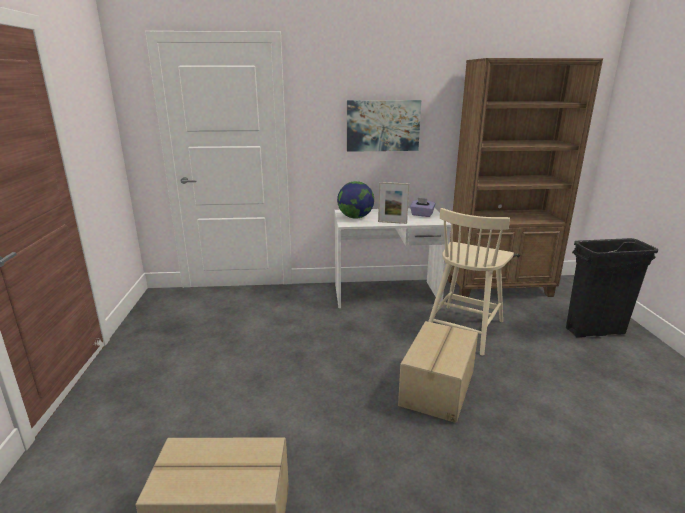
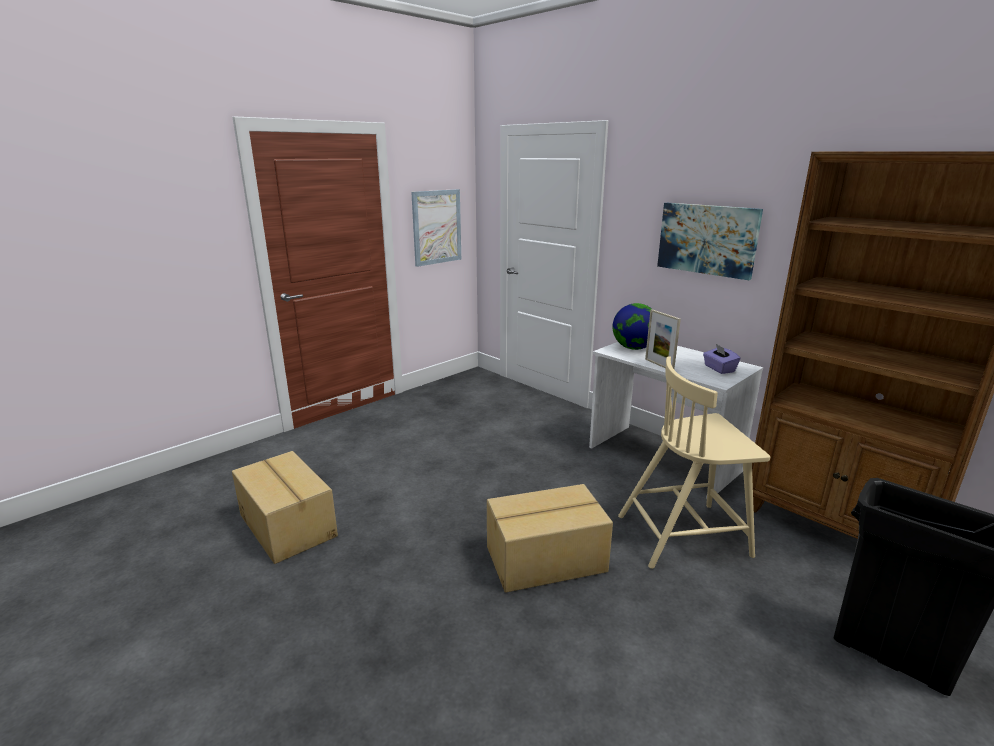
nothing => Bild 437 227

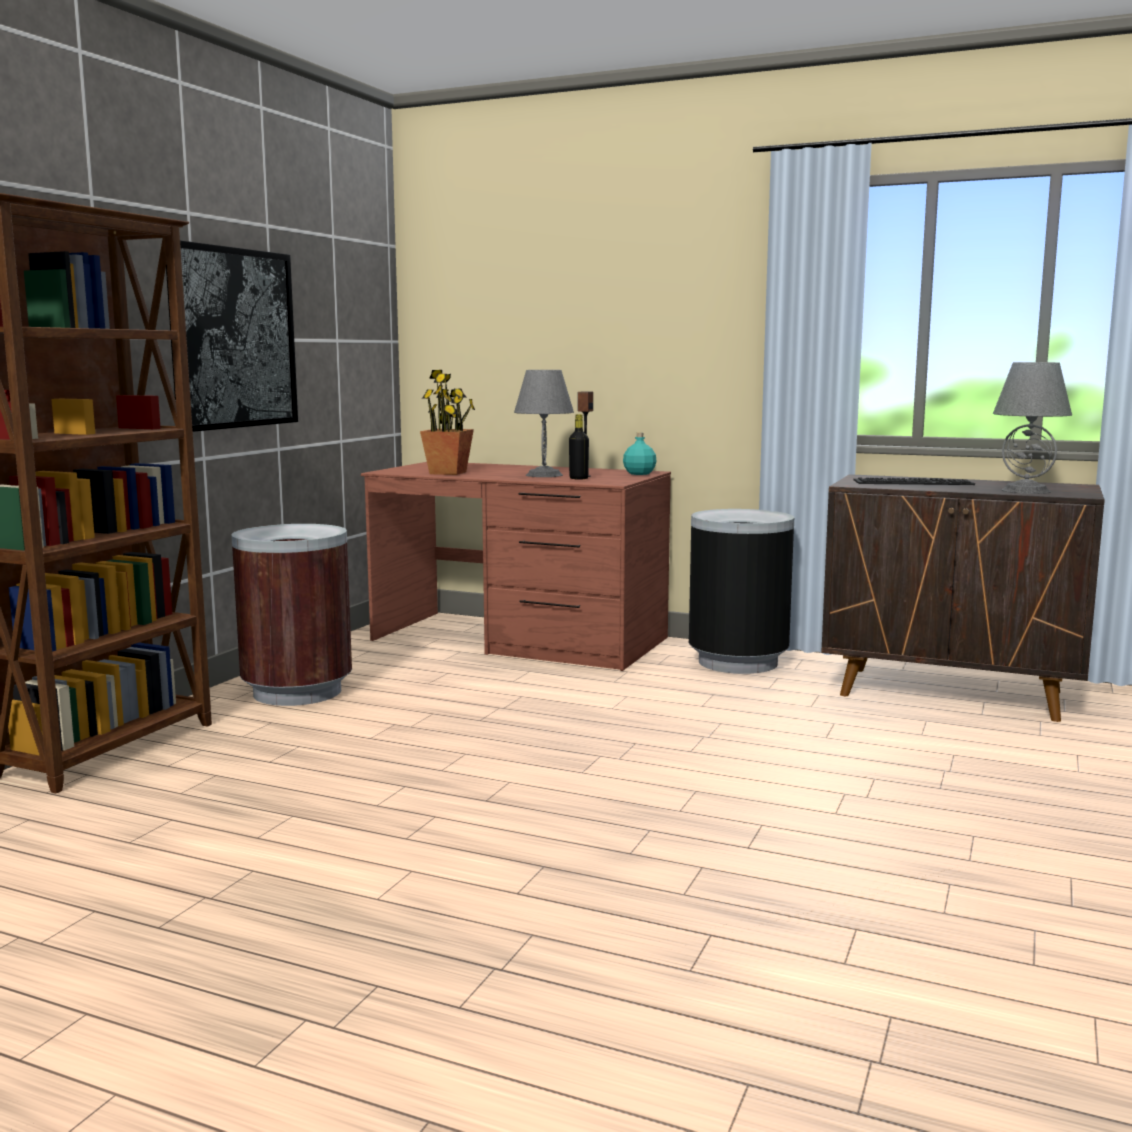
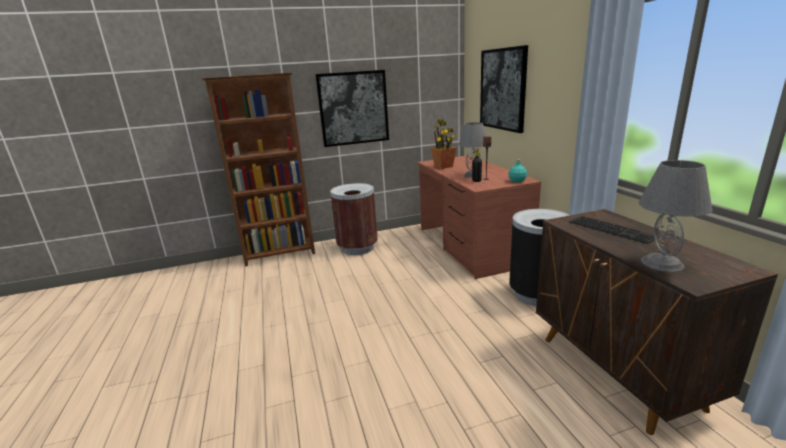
nothing => Bild 502 89

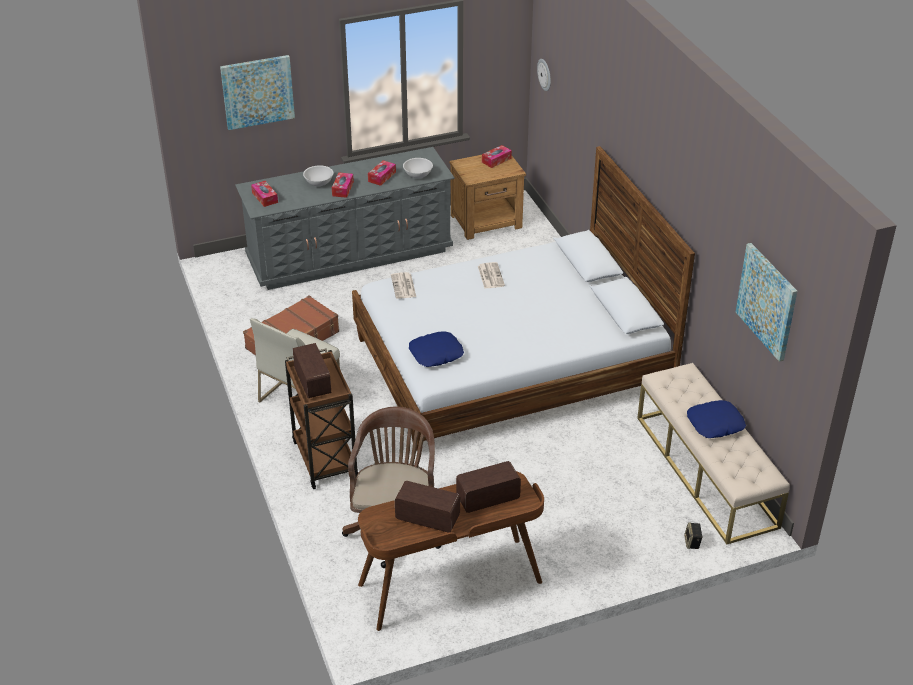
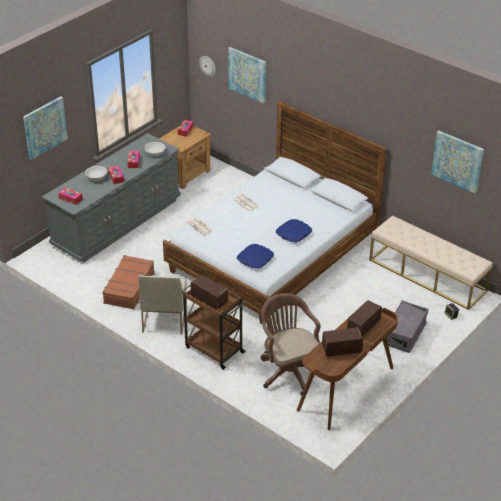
nothing => Bild 247 74
Kissen/blau 715 424 => Kissen/blau 294 234, relocated
nothing => Aufbewahrungsbox/grau 404 334

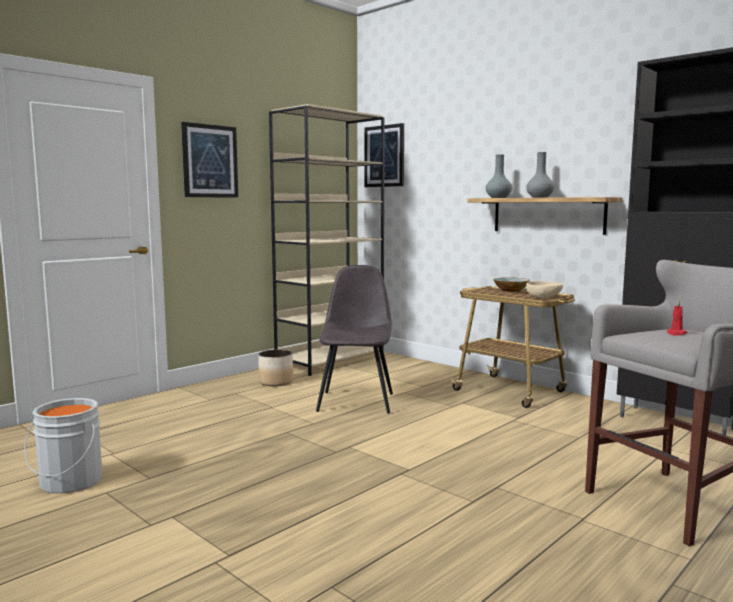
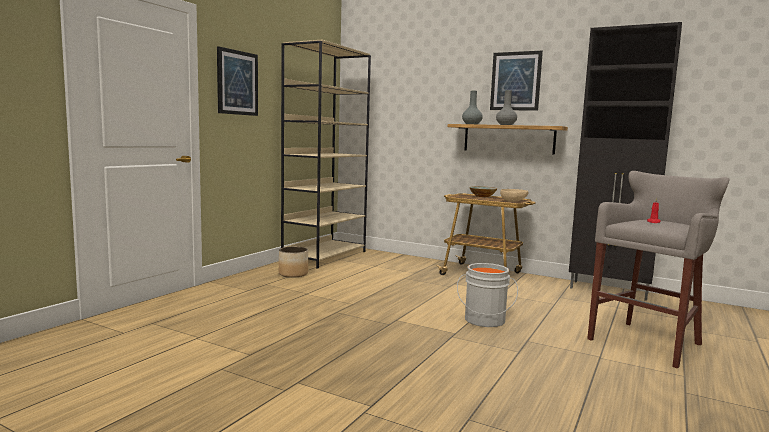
Eimer/grau 68 482 => Eimer/grau 484 321, relocated
Bild 384 156 => Bild 515 81, relocated
Stuhl/grau 356 401 => nothing

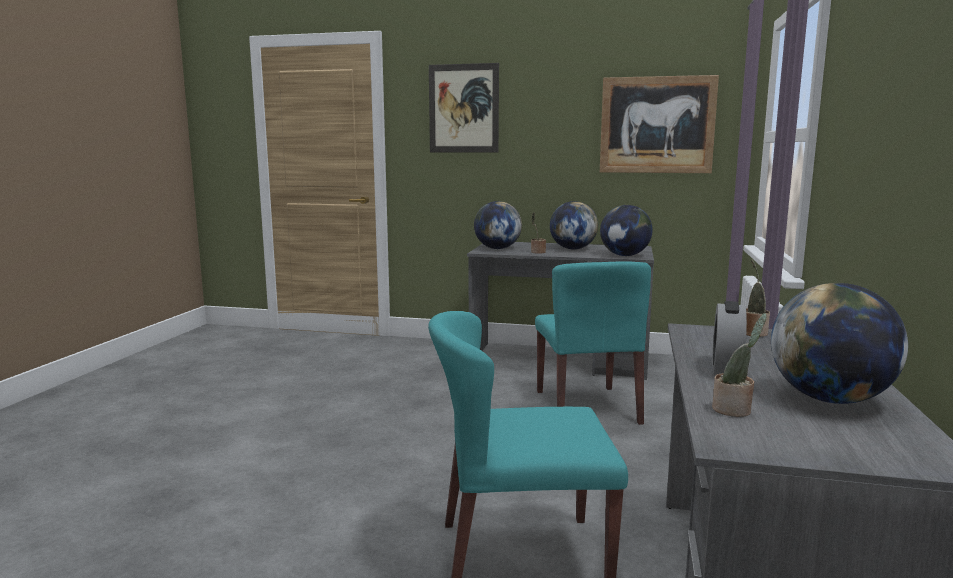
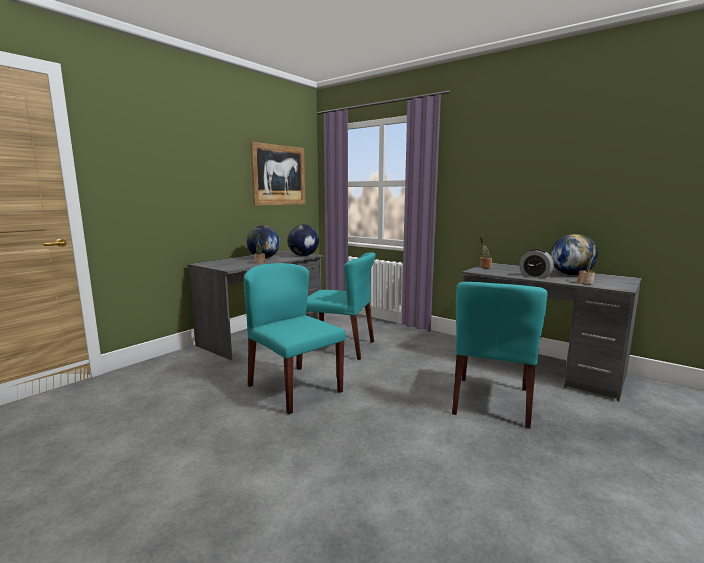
nothing => Stuhl/türkis 294 388
Bild 463 108 => nothing
Globus 497 248 => nothing

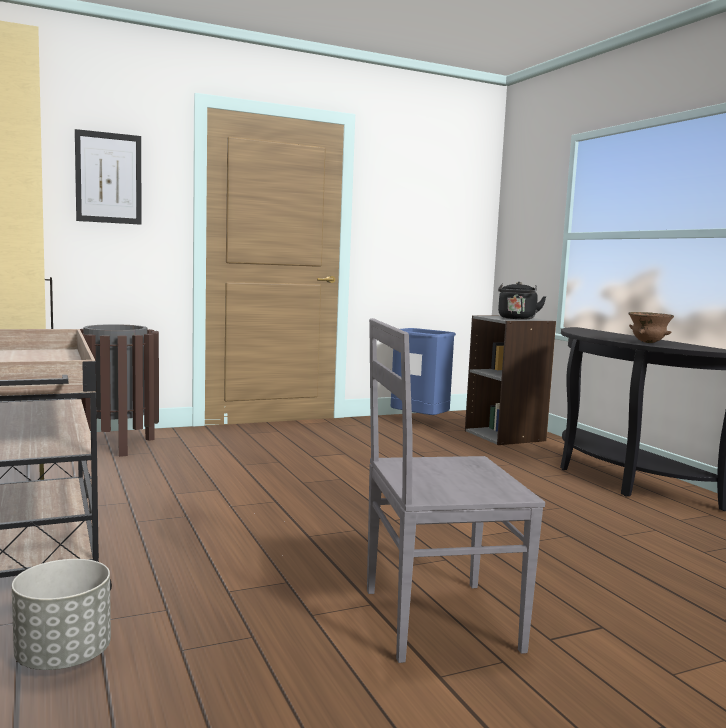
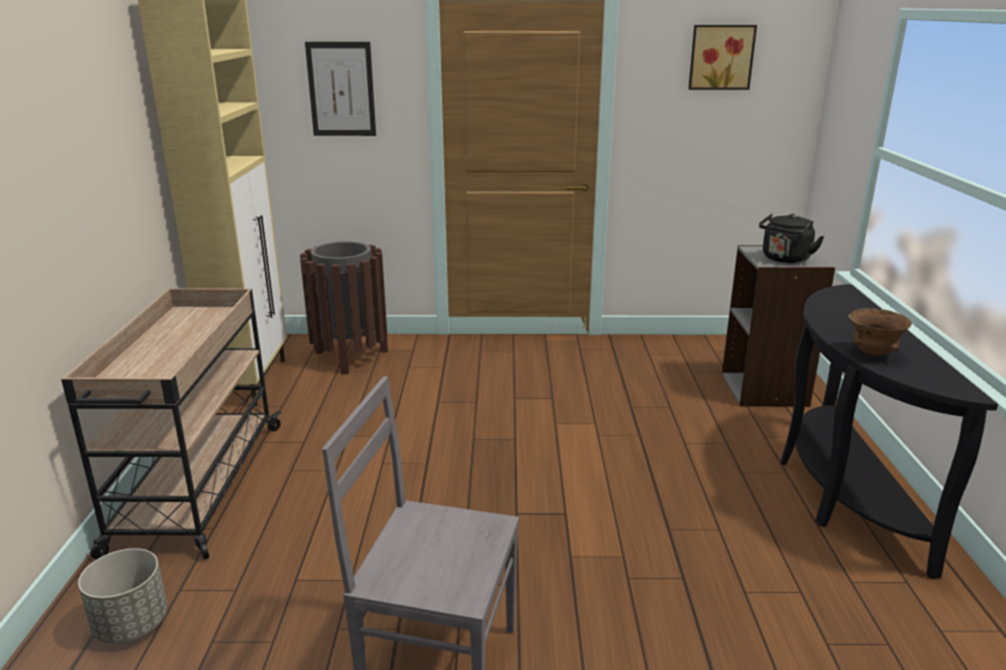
nothing => Bild 720 57
Mülleimer/blau 419 422 => nothing

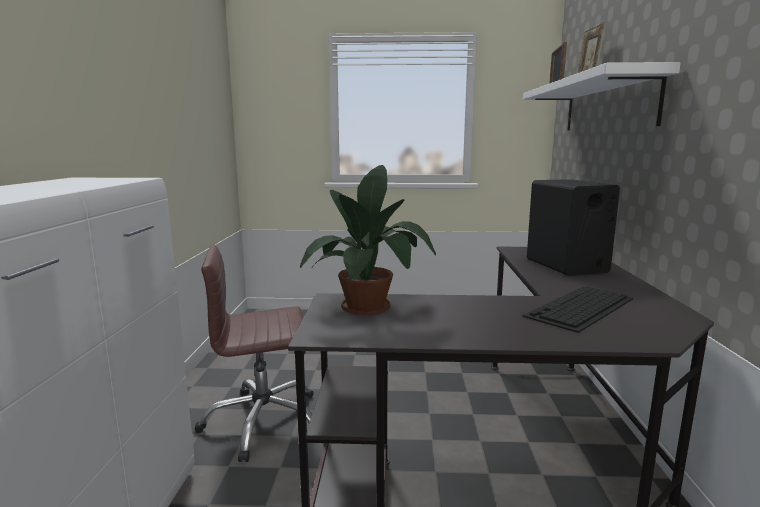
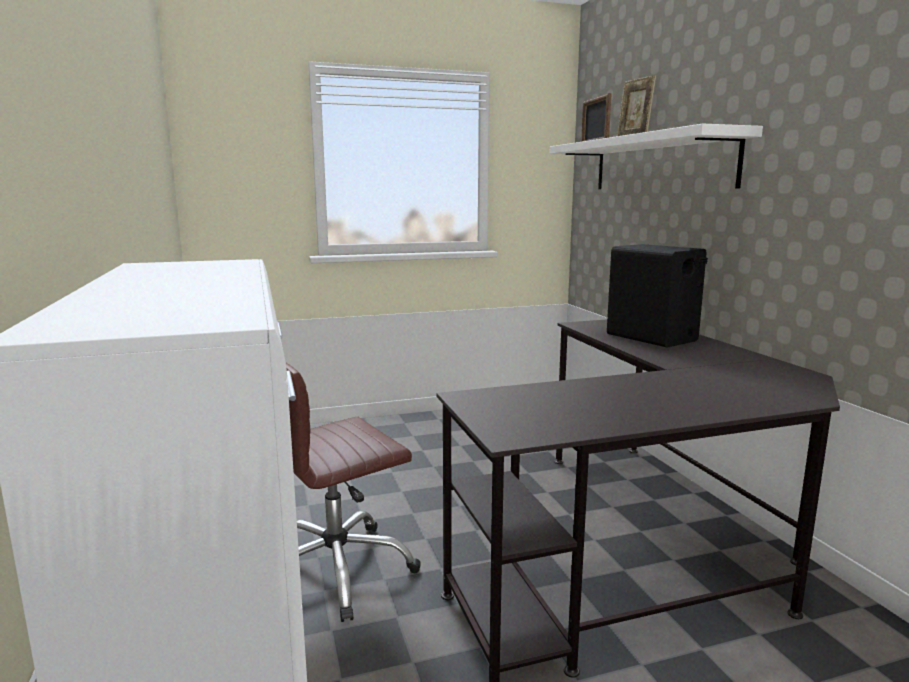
Topfpflanze 370 305 => nothing
Tastatur 580 308 => nothing

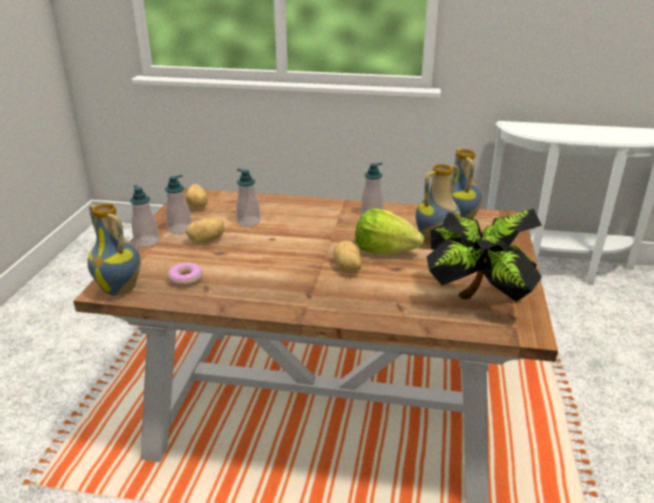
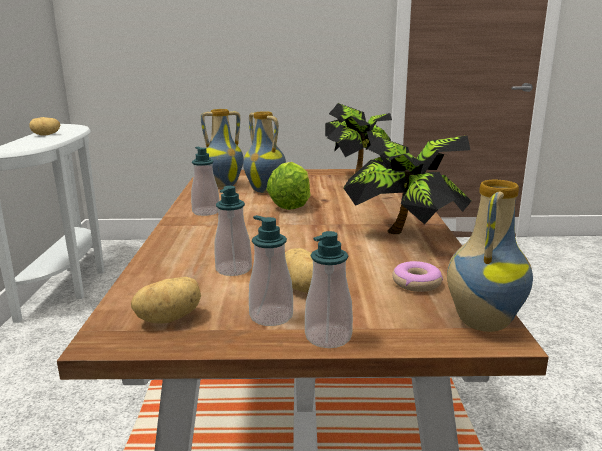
Kartoffel 347 268 => Kartoffel 46 135, relocated
nothing => Topfpflanze 405 236

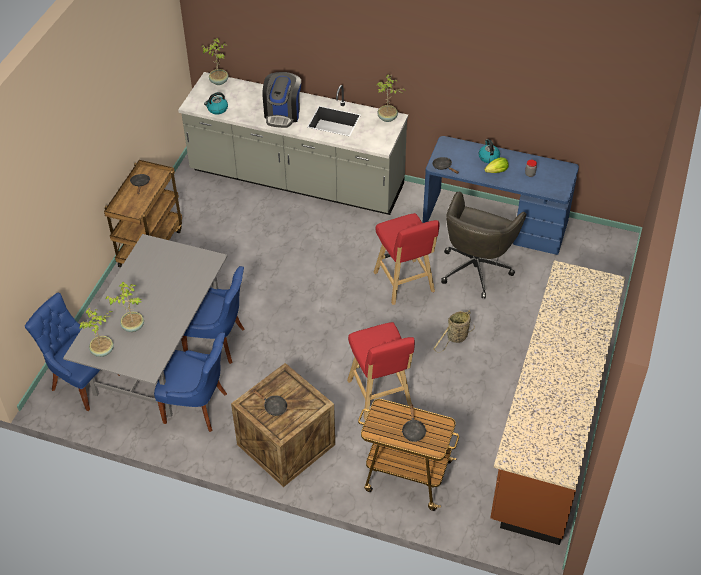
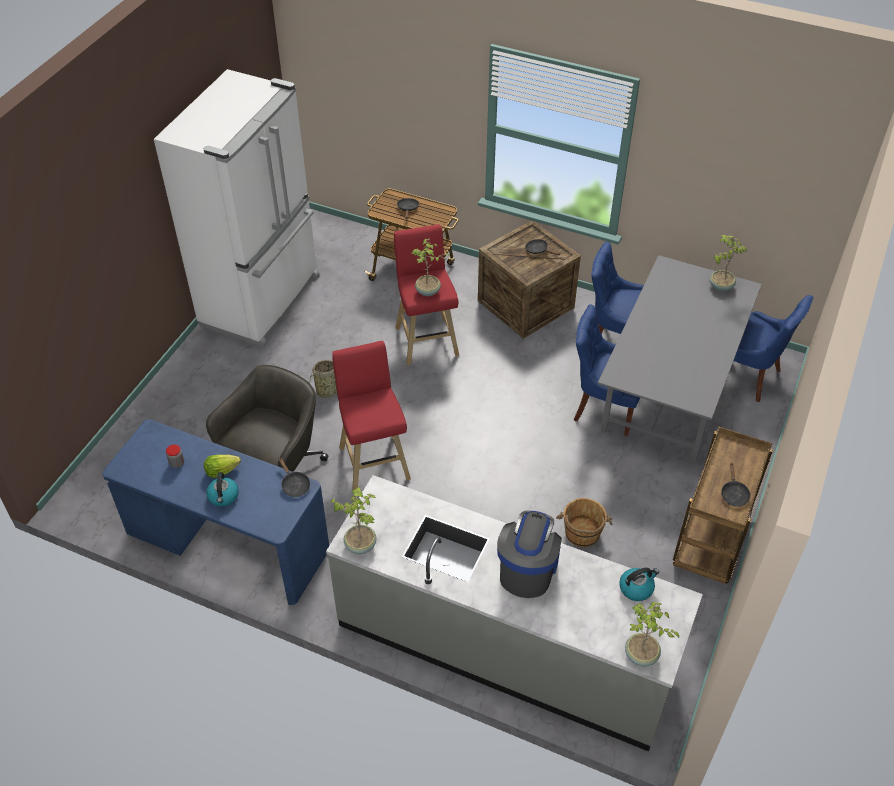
Küchenzeile/braun 550 426 => Kühlschrank/weiß 263 301
Topfpflanze 133 326 => Topfpflanze 428 292, relocated
nothing => Eimer/braun 582 533

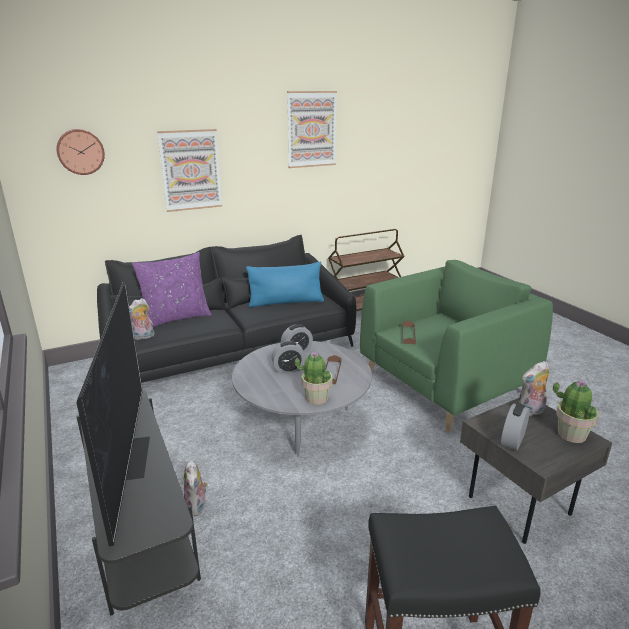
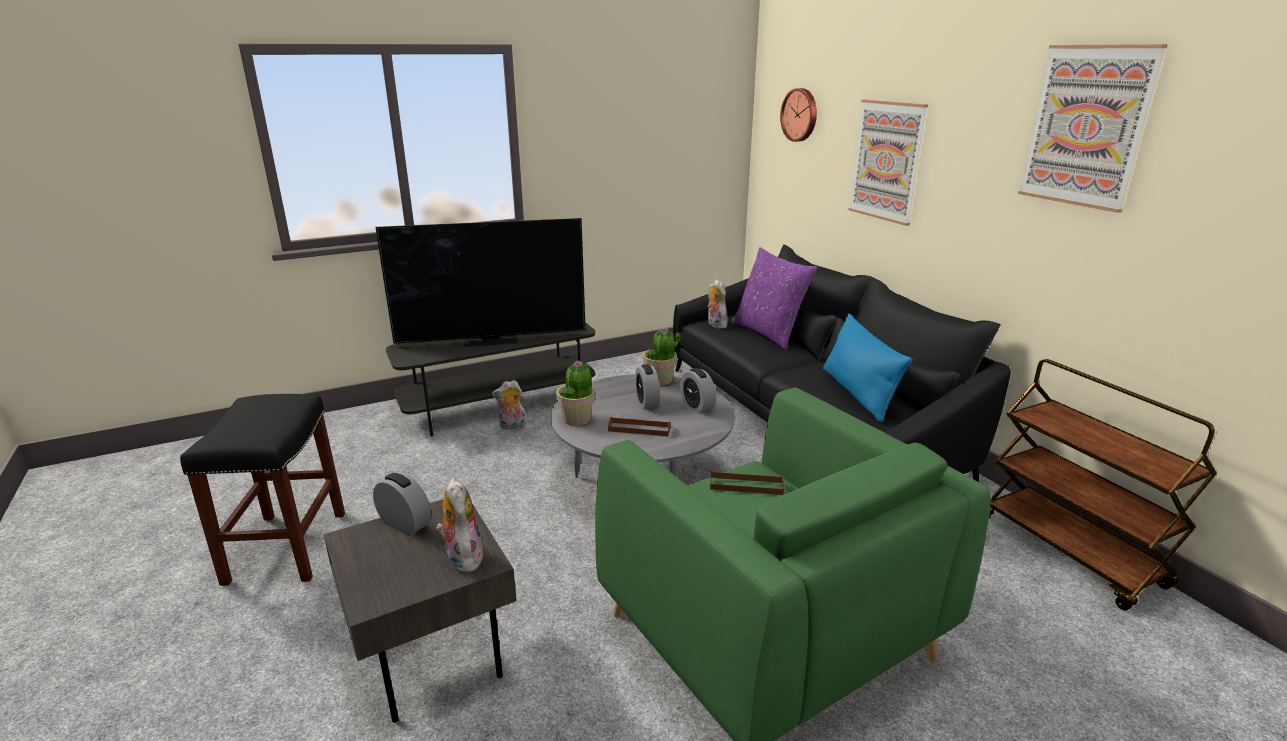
Topfpflanze 571 434 => Topfpflanze 660 380, relocated

